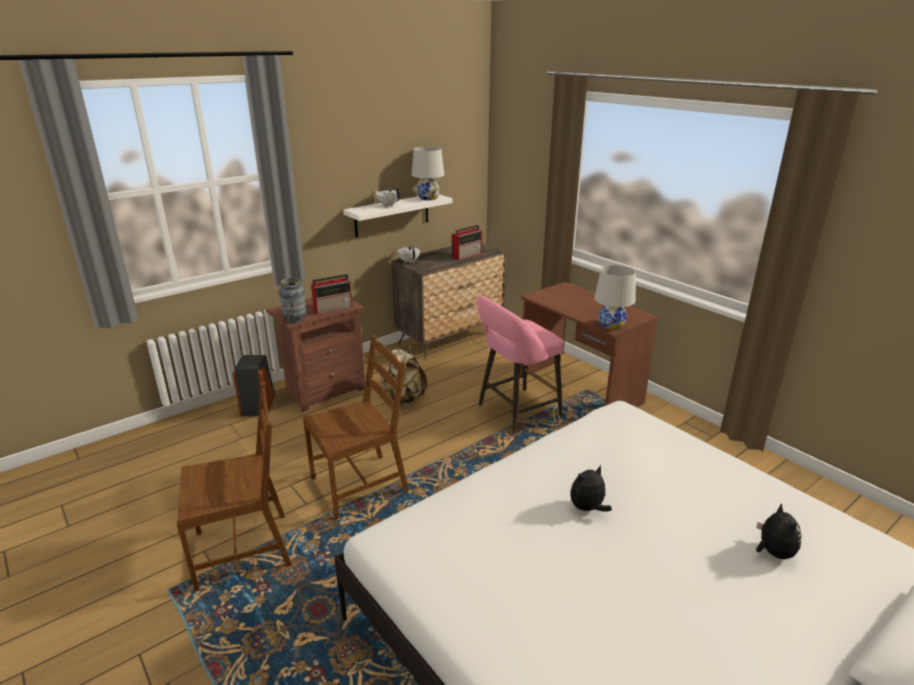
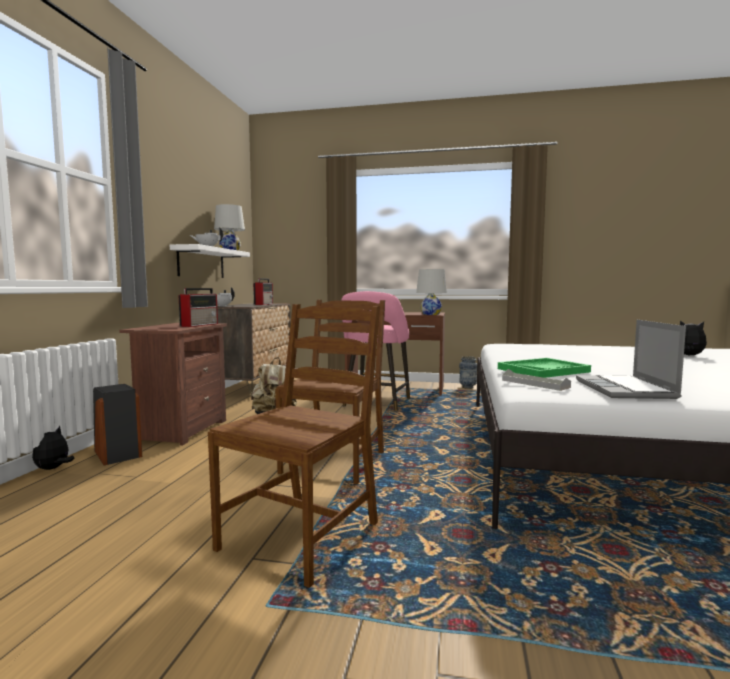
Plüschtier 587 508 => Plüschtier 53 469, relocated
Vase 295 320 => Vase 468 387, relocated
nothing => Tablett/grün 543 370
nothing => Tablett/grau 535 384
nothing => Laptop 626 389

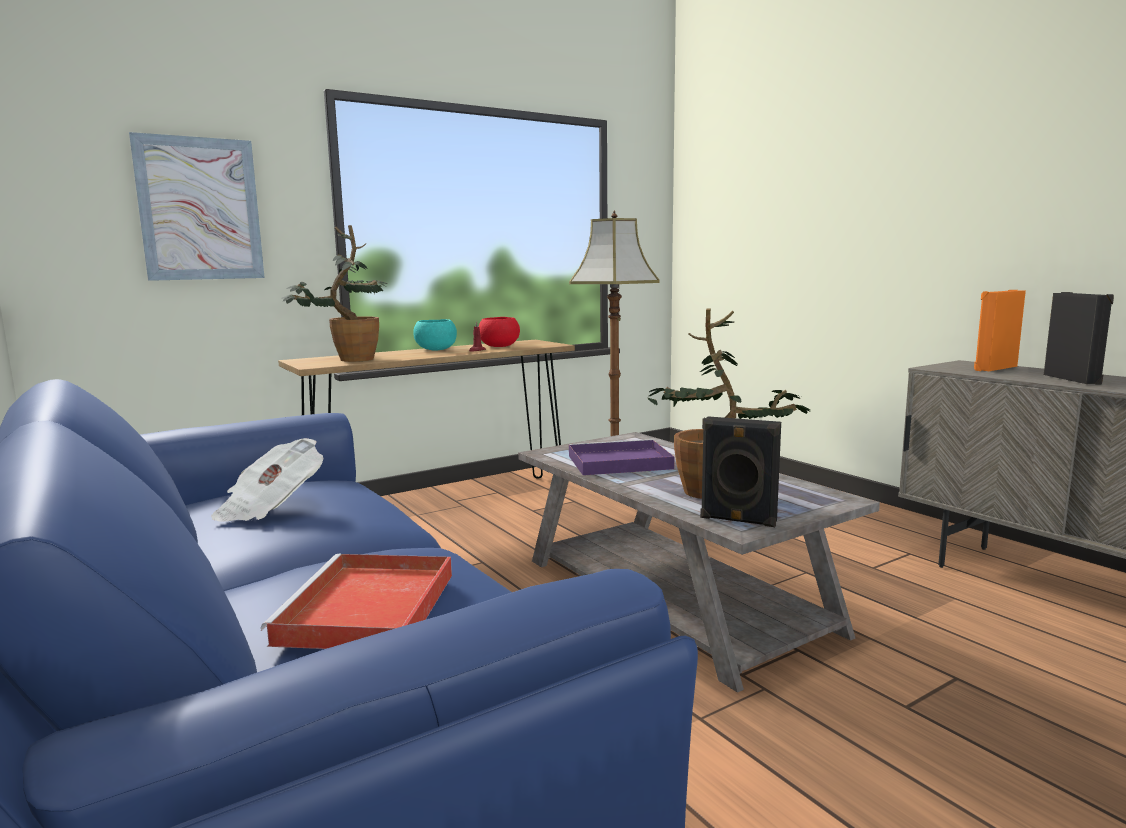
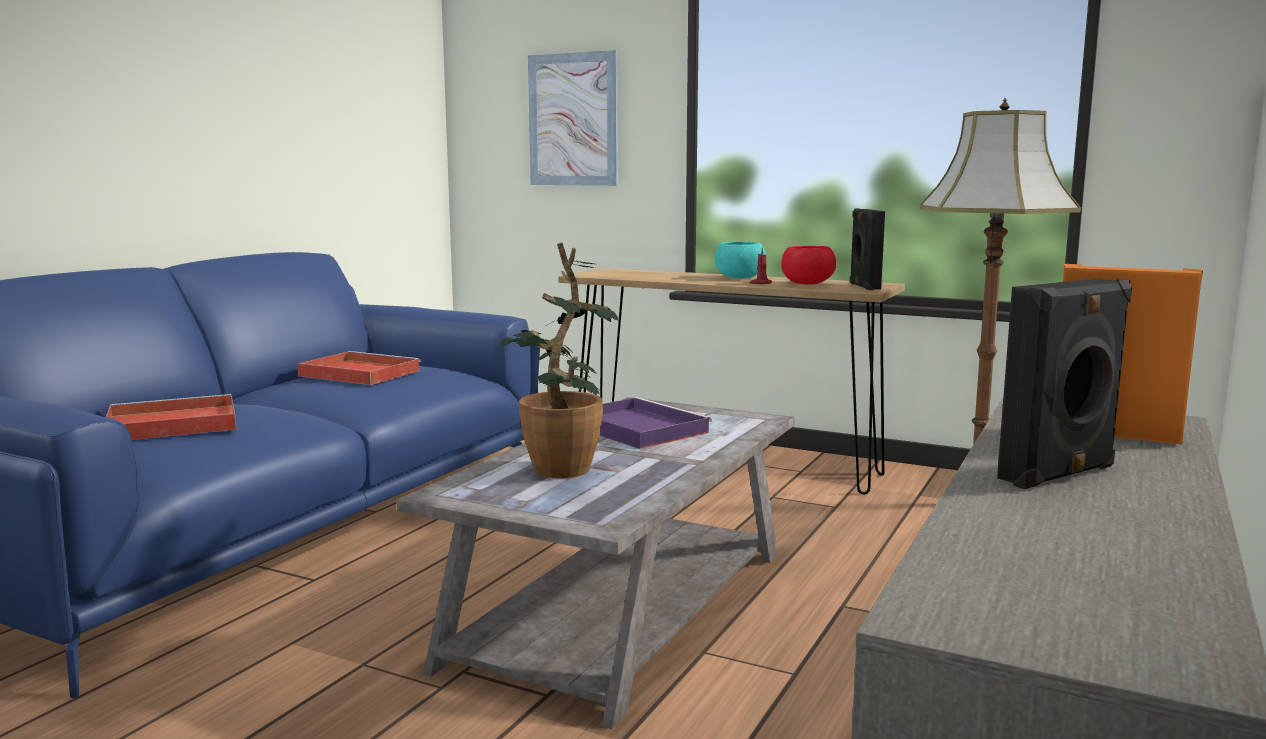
Zeitung 270 508 => Tablett/rot 357 373
Lautsprecher/schwarz 738 520 => Lautsprecher/schwarz 863 286, relocated
Topfpflanze 348 360 => nothing

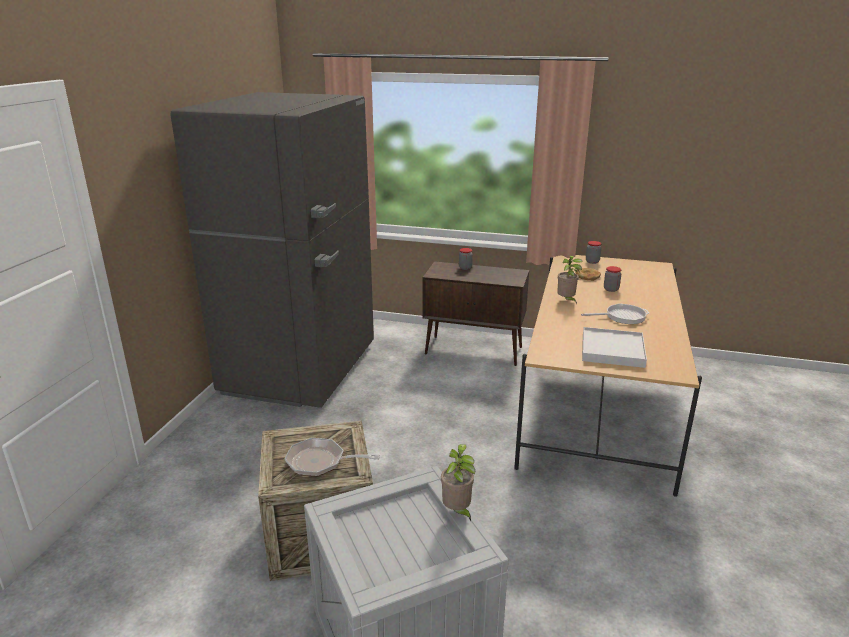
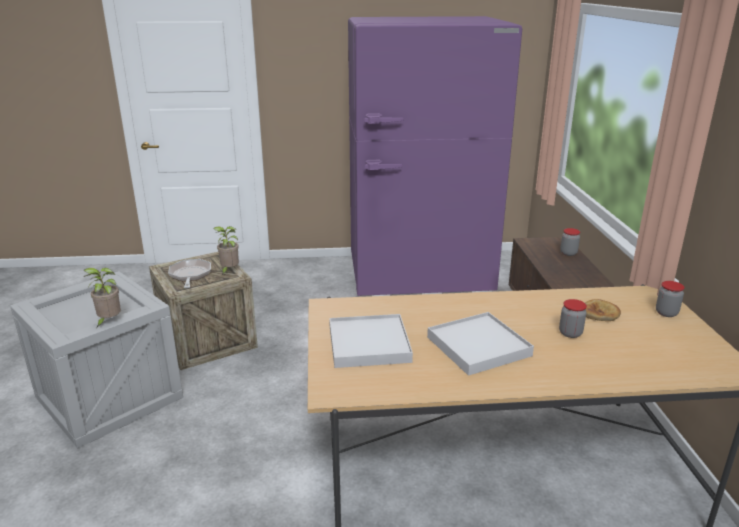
Topfpflanze 566 301 => Topfpflanze 229 271, relocated
Kühlschrank/grau 301 369 => Kühlschrank/lila 419 276
Pfanne 622 317 => Tablett/weiß 478 346

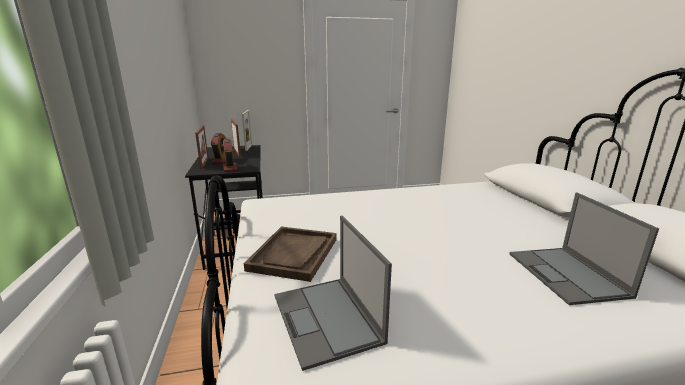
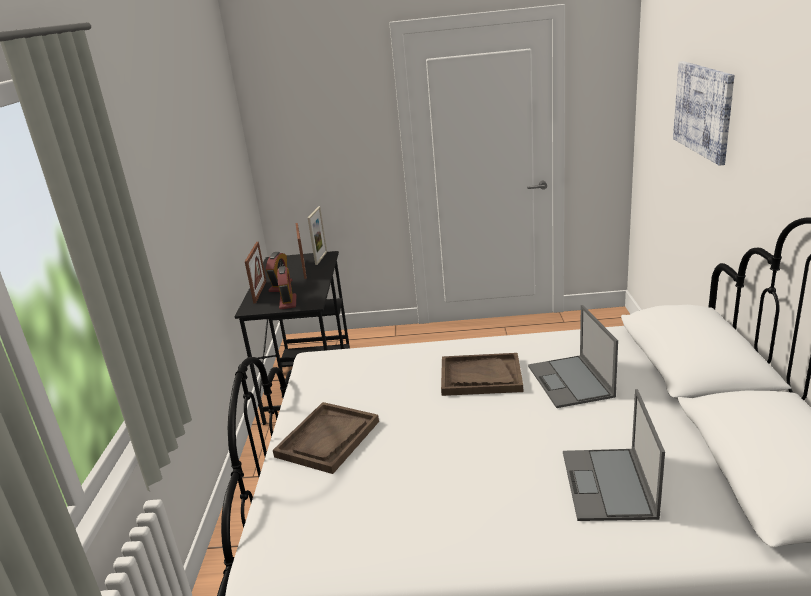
nothing => Tablett/braun 480 377
Laptop 327 319 => Laptop 571 382, relocated
nothing => Bild 703 110

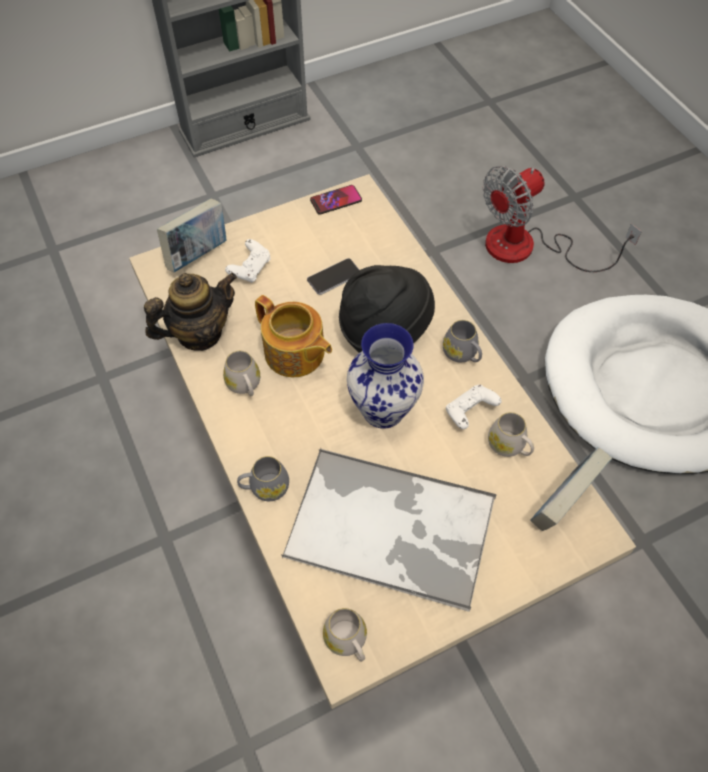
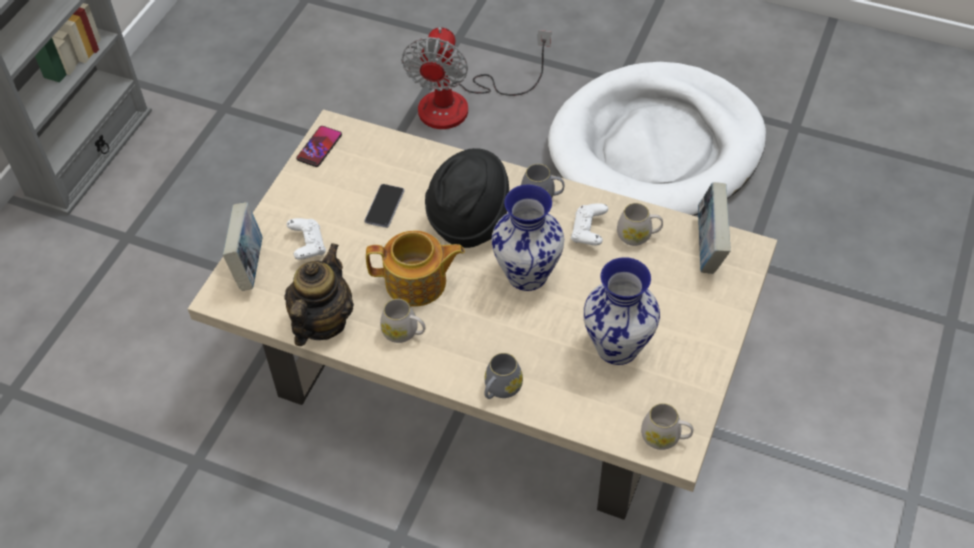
Tablett 392 528 => Vase 617 346

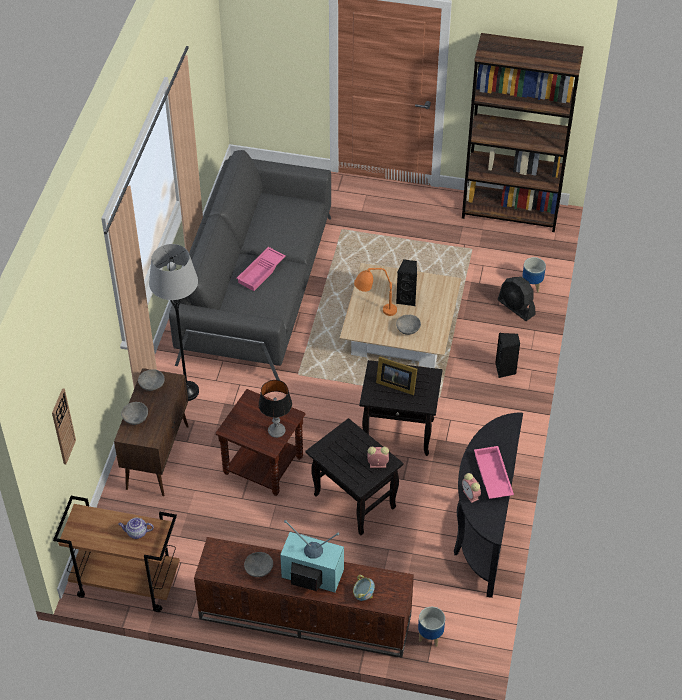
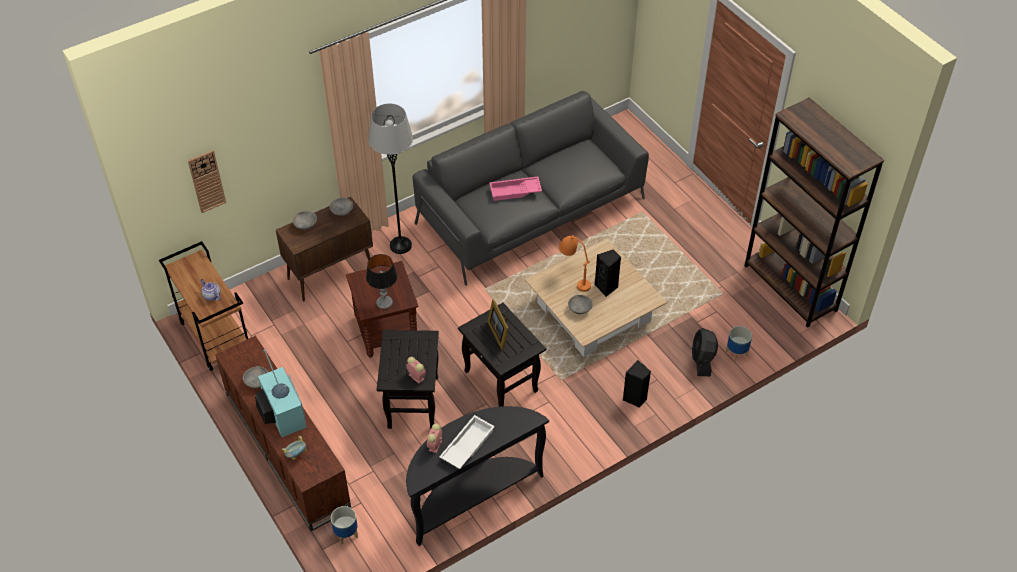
Tablett/rosa 491 476 => Tablett/weiß 467 445

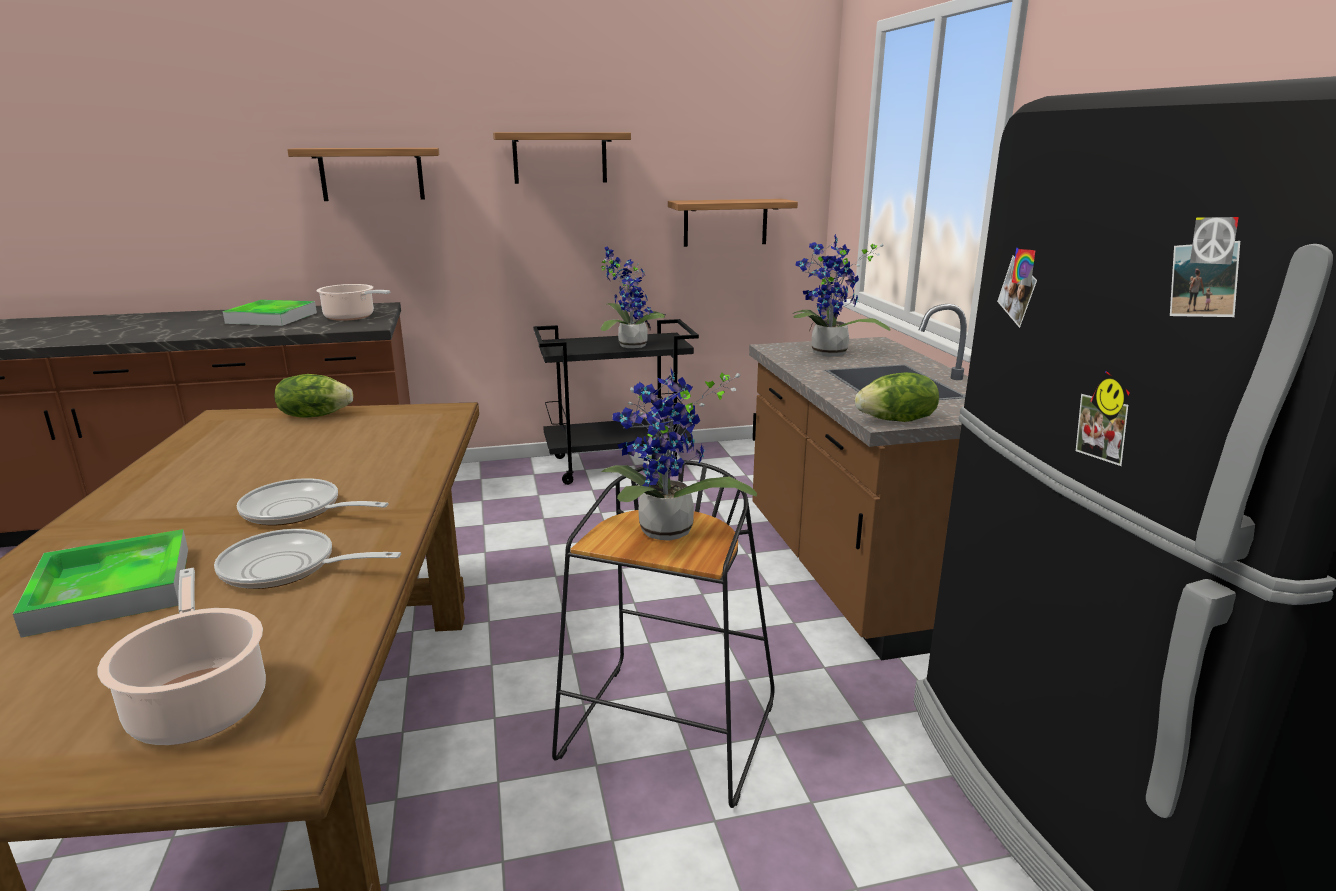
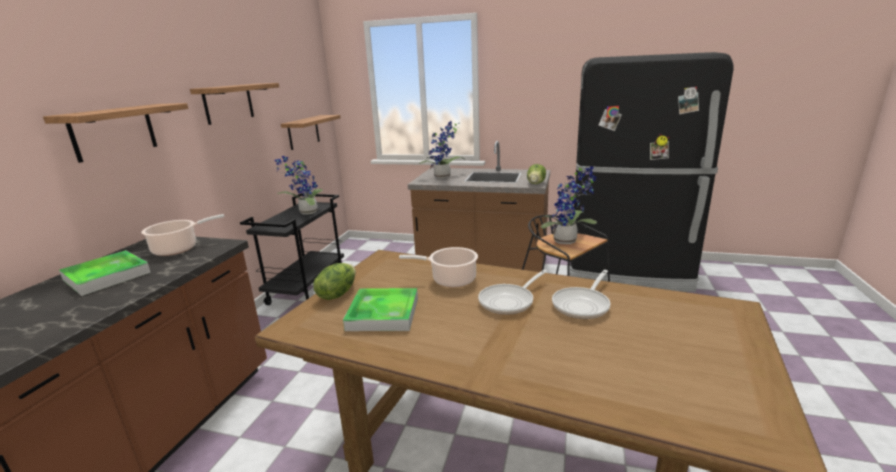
Tablett 112 589 => Tablett 383 313, relocated
Kochtopf 199 703 => Kochtopf 450 280, relocated

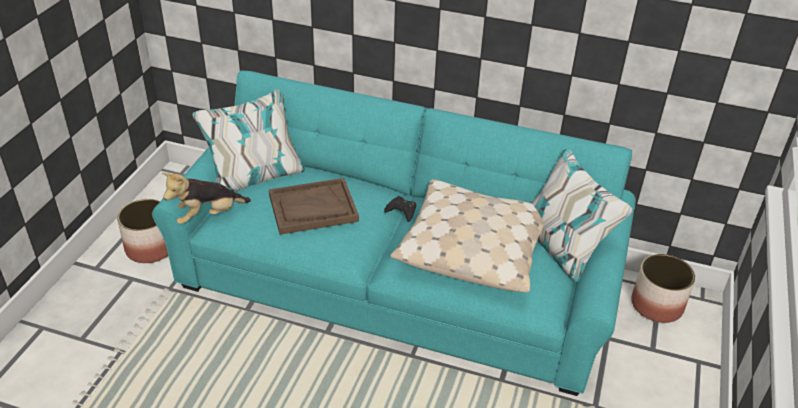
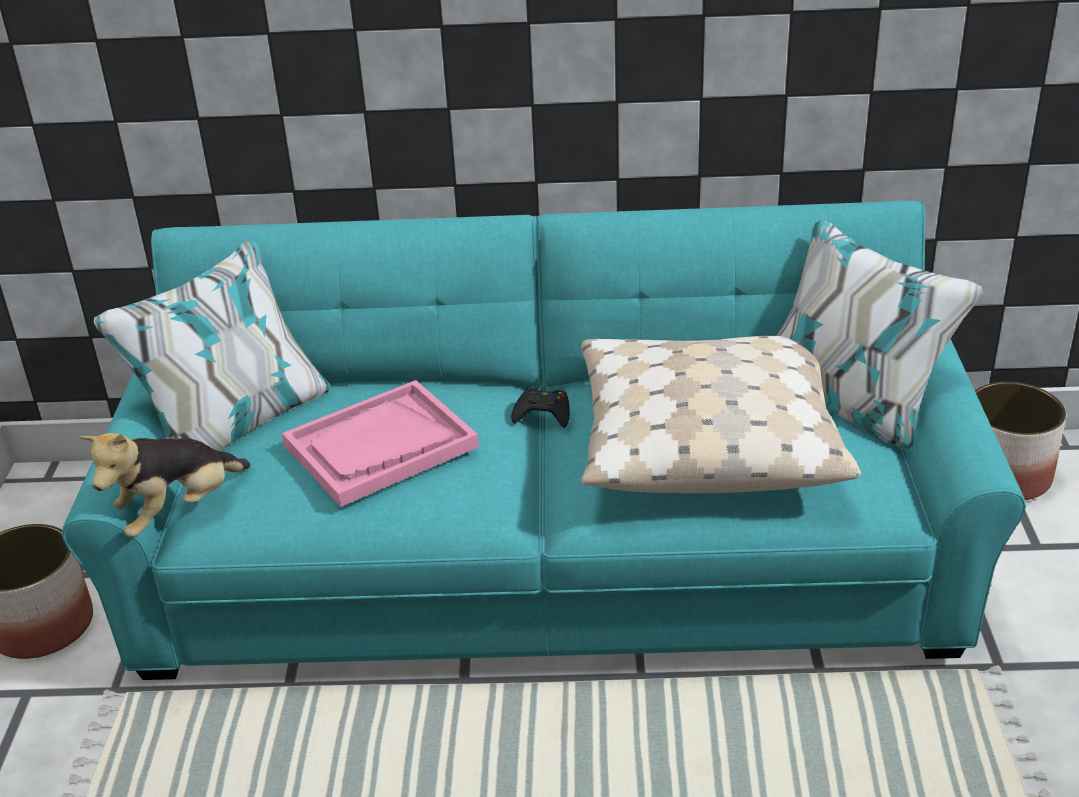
Tablett/braun 313 208 => Tablett/rosa 380 446

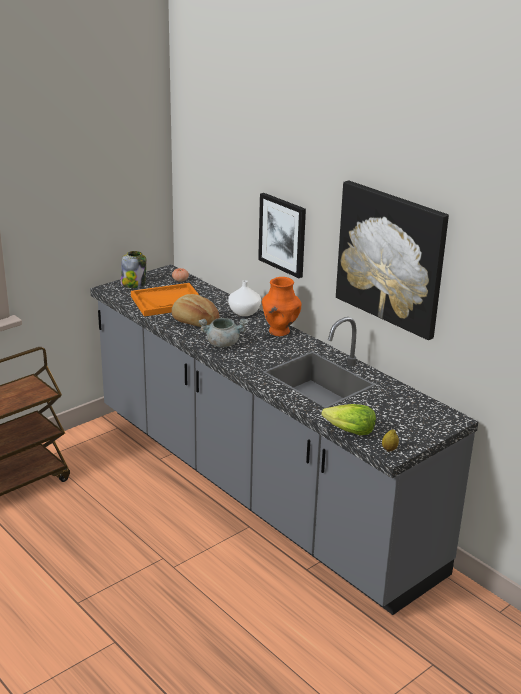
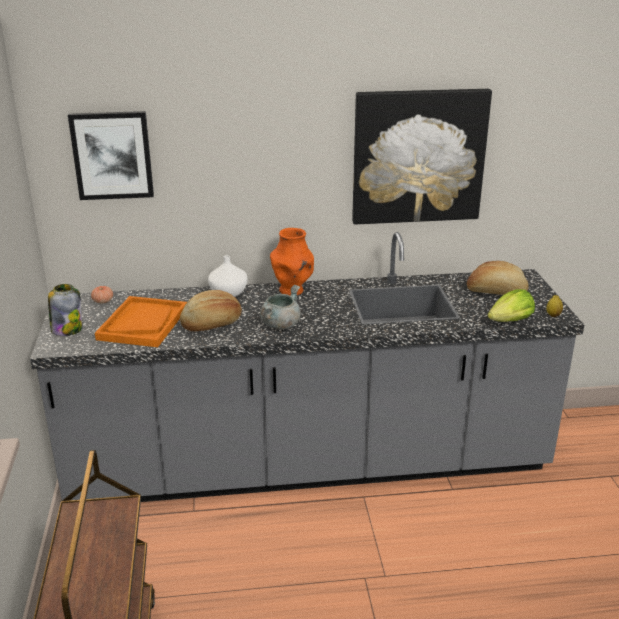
Bild 283 234 => Bild 112 155, relocated
nothing => Brot 496 292

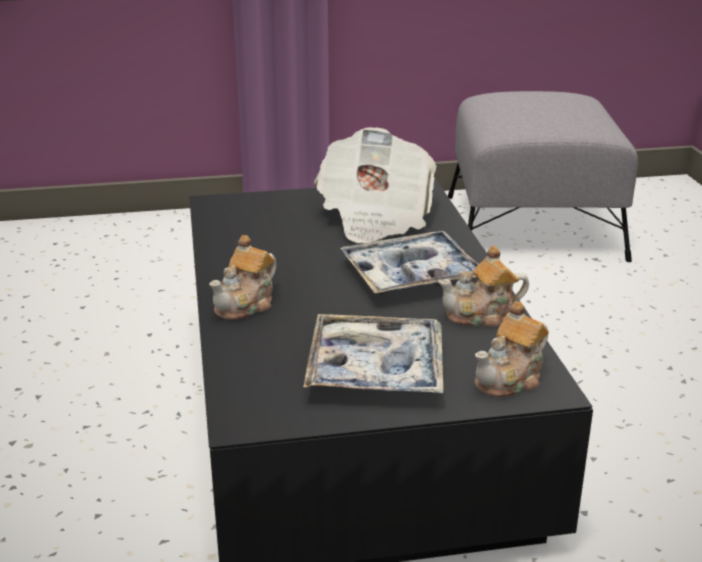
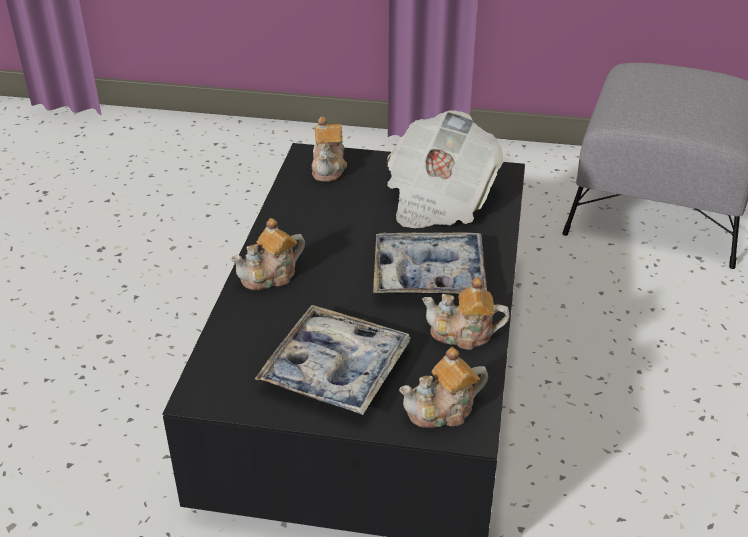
nothing => Teekanne 329 168

